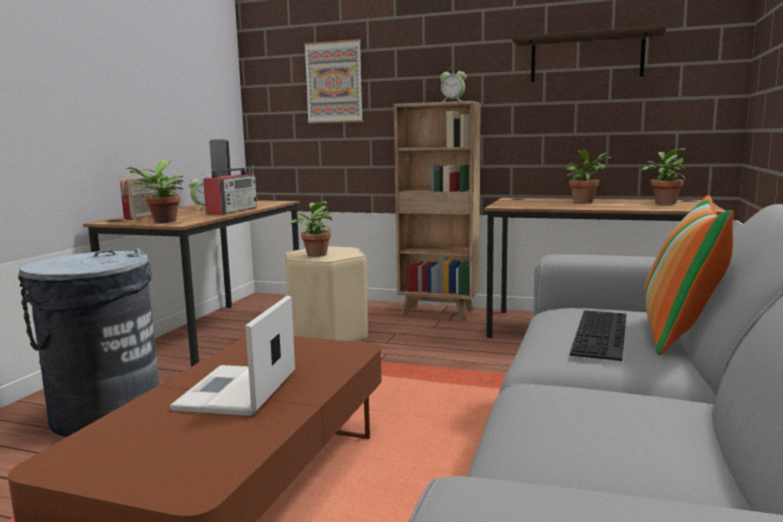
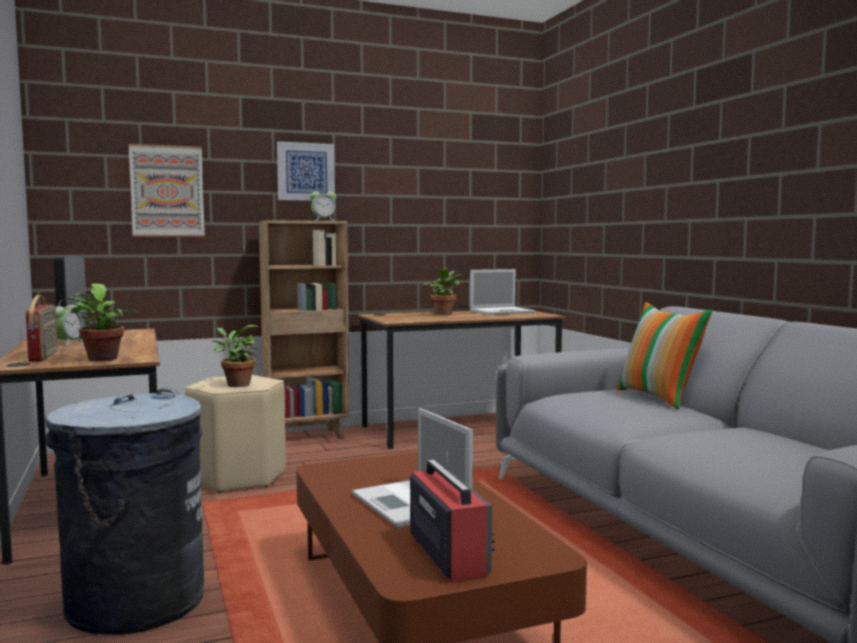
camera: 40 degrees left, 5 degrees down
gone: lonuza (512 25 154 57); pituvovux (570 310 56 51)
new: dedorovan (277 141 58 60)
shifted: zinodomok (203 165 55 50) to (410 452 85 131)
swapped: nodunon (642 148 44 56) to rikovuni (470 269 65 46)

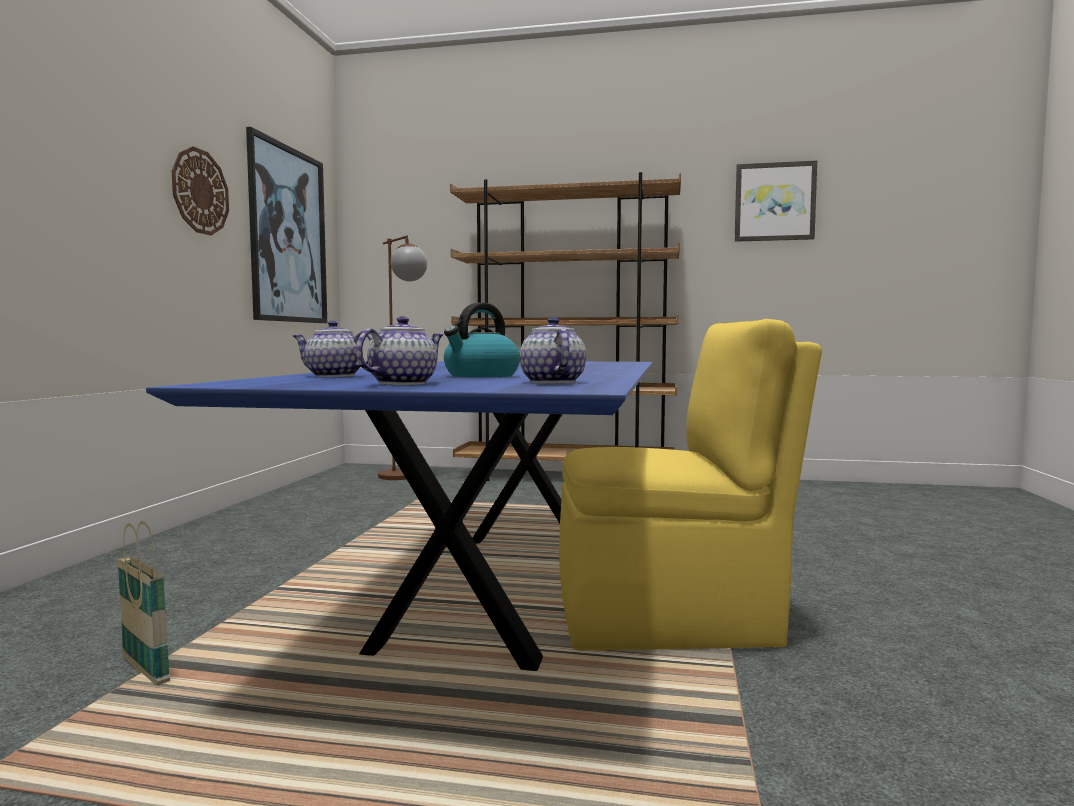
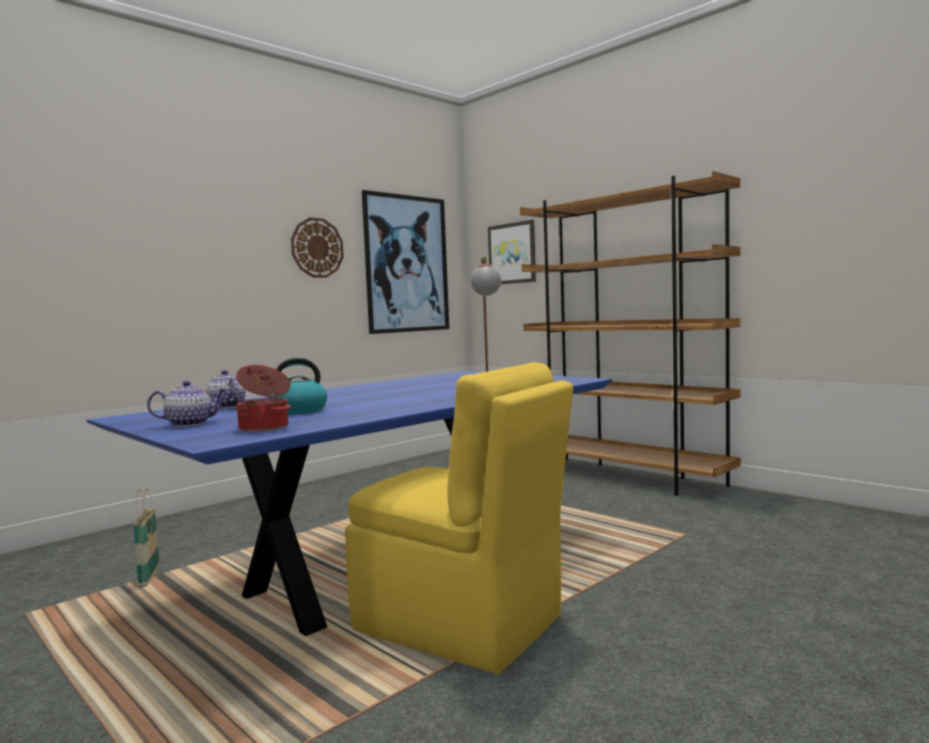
camera: 35 degrees right, 0 degrees up
shifted: dedorovan (735 160 82 82) to (488 220 48 64)
swapped: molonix (520 317 66 66) to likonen (236 365 55 67)

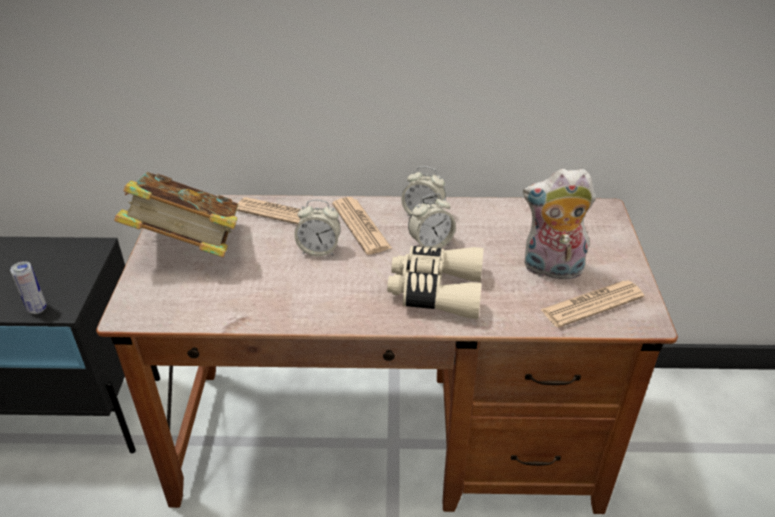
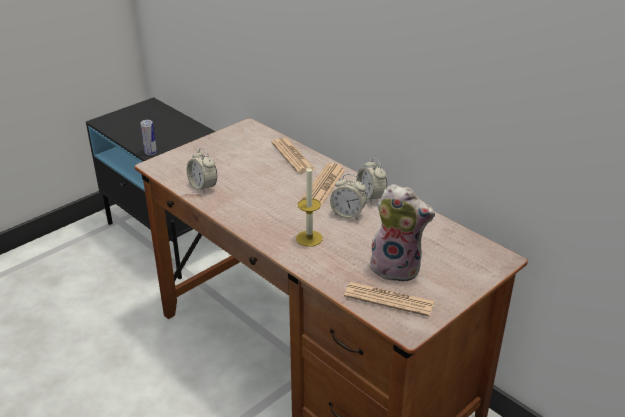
camera: 45 degrees right, 5 degrees down
gone: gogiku (114 172 124 85)
shifted: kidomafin (294 200 47 57) to (187 148 30 46)
swapped: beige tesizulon (387 246 96 73) to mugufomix (296 165 27 82)
rotated: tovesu (523 169 73 111) = (367 184 68 99) 150 degrees clockwise

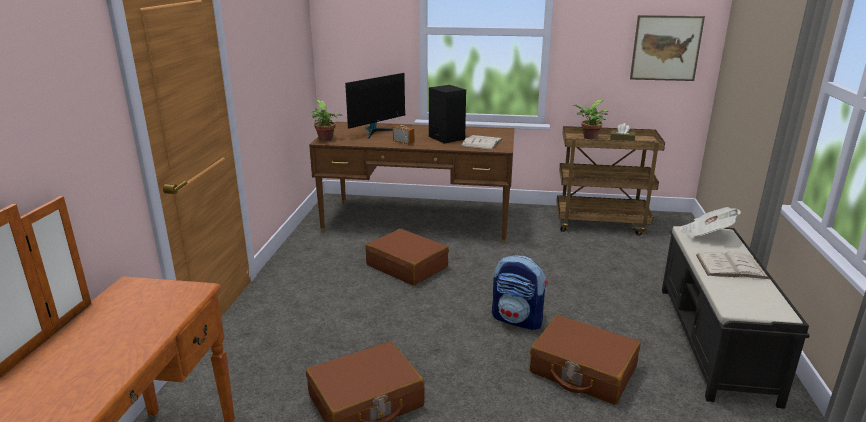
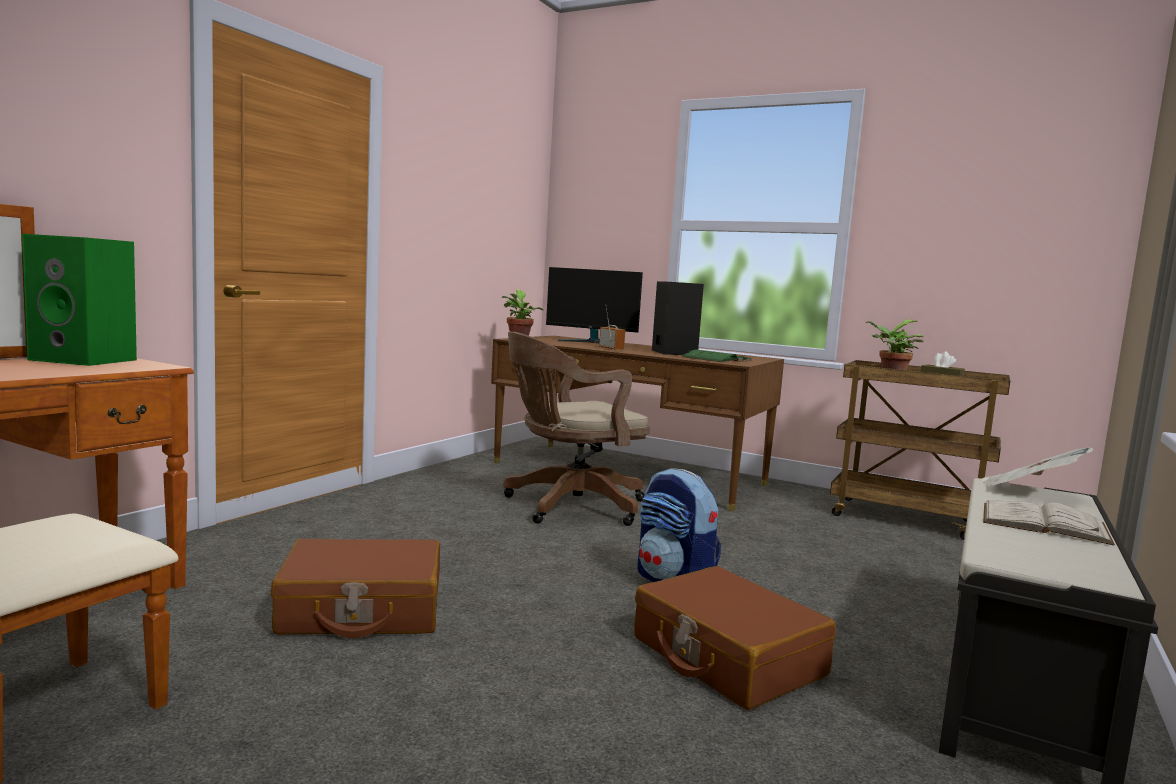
camera: 20 degrees right, 15 degrees down
gone: dedorovan (630 15 75 66)
new: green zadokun (22 234 115 132)
swapped: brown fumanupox (365 229 84 57) to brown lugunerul (503 332 147 194)
repainted: white gogiku (461 135 42 15) to green gogiku (682 349 70 13)
rotated: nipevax (345 73 60 66) = (546 267 97 77) 45 degrees clockwise

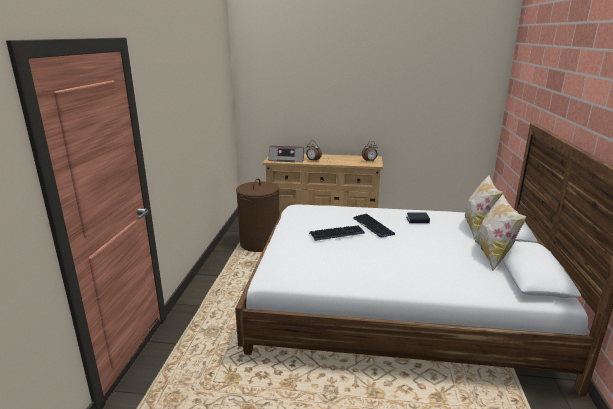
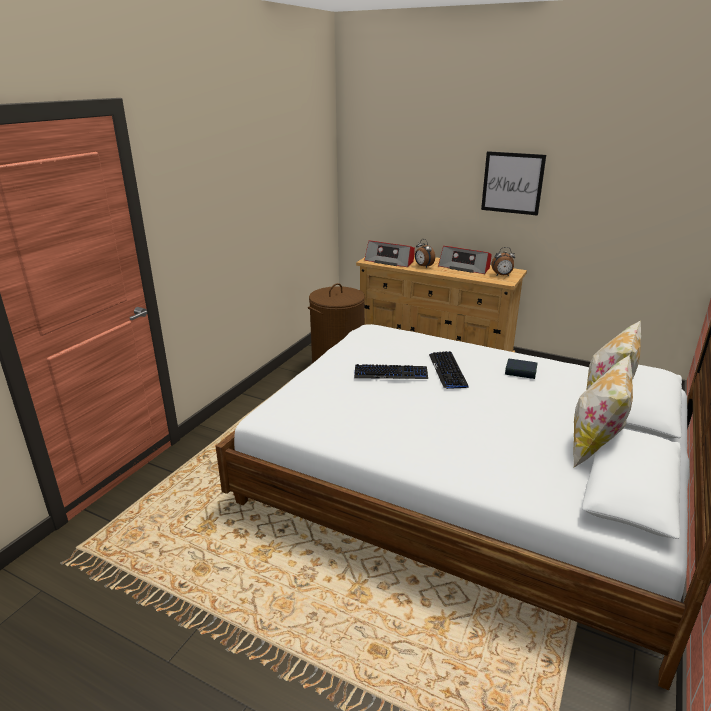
camera: 20 degrees right, 5 degrees up
new: zinodomok (438 246 54 28); dedorovan (481 151 65 65)

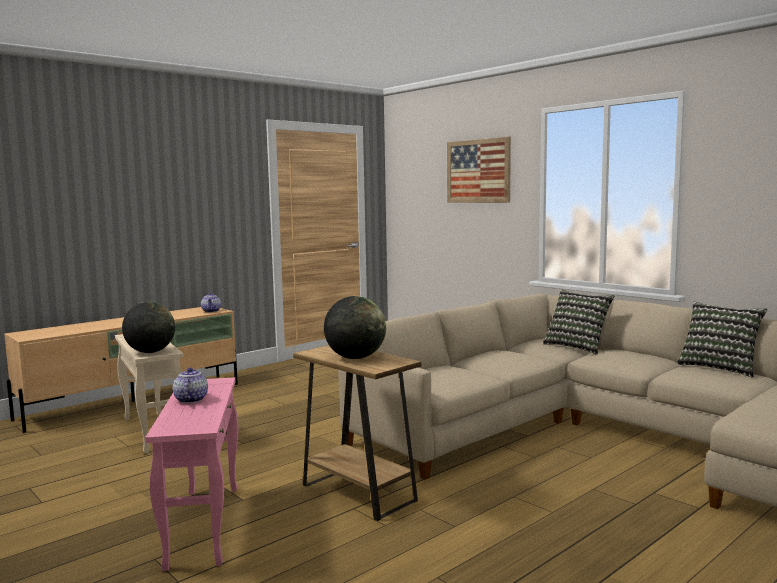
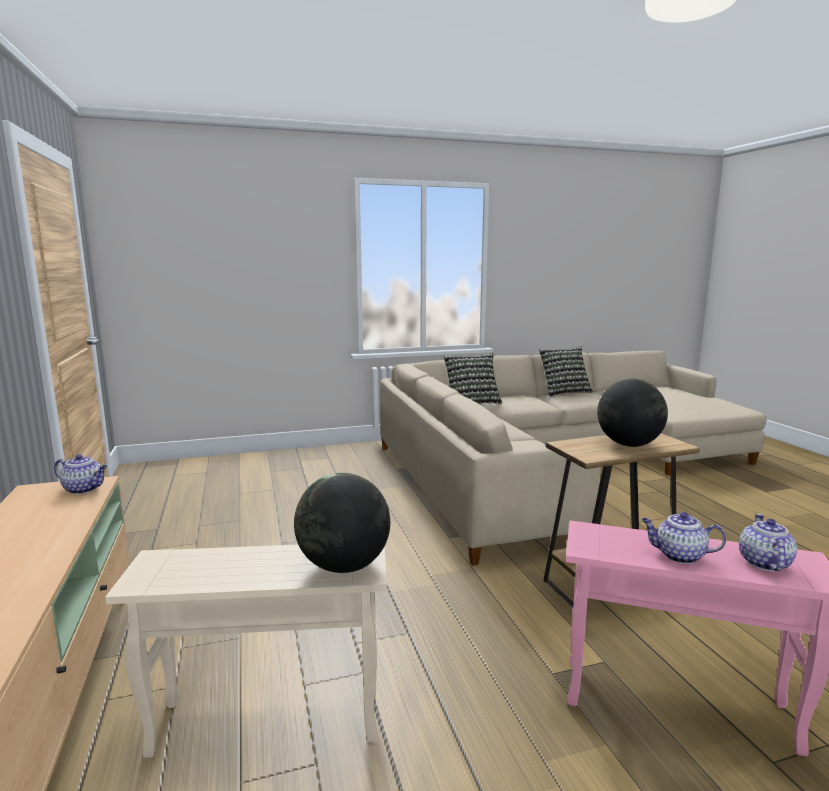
camera: 65 degrees left, 5 degrees up
gone: dedorovan (447 136 64 67)
new: molonix (739 514 58 57)

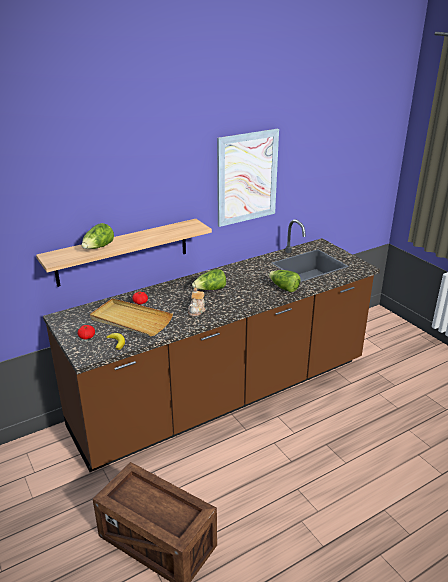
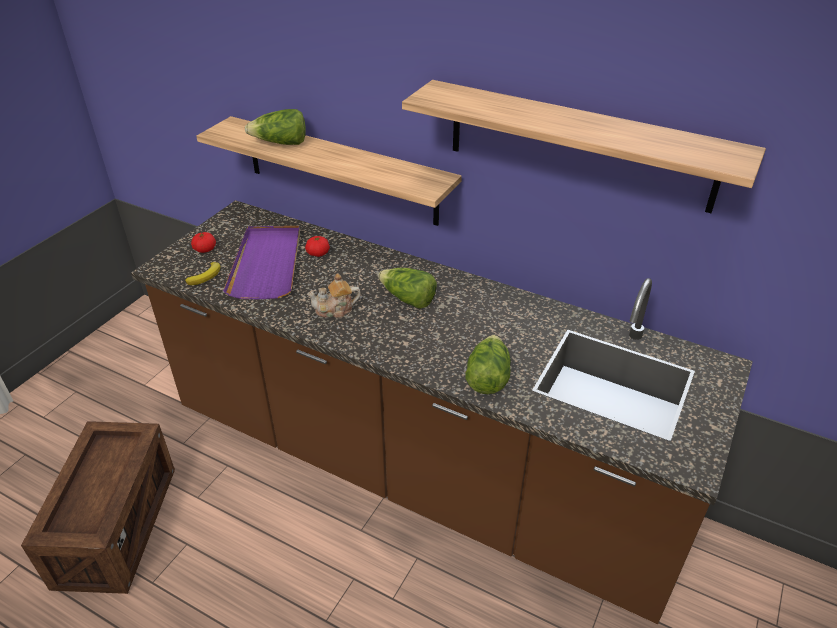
camera: 60 degrees right, 10 degrees up
swapped: dedorovan (217 129 62 98) to lonuza (402 80 364 133)
repainted: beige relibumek (90 298 83 38) to purple relibumek (223 226 77 73)

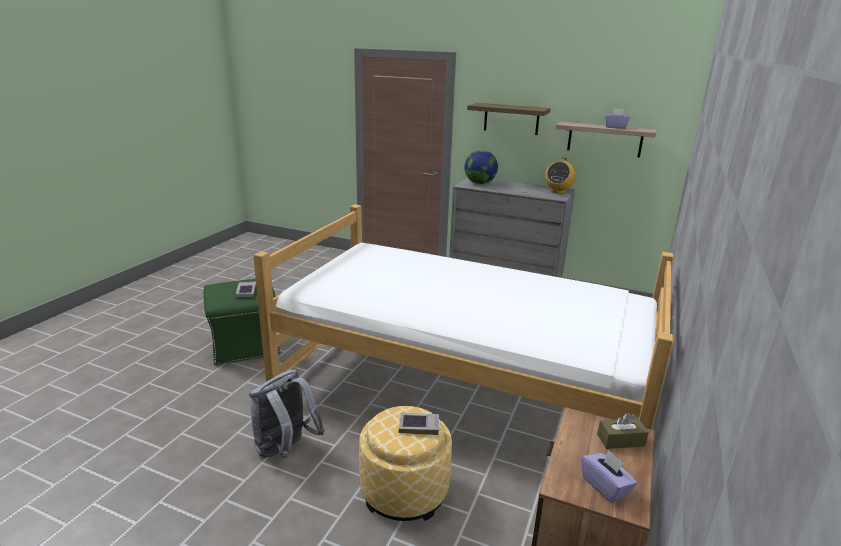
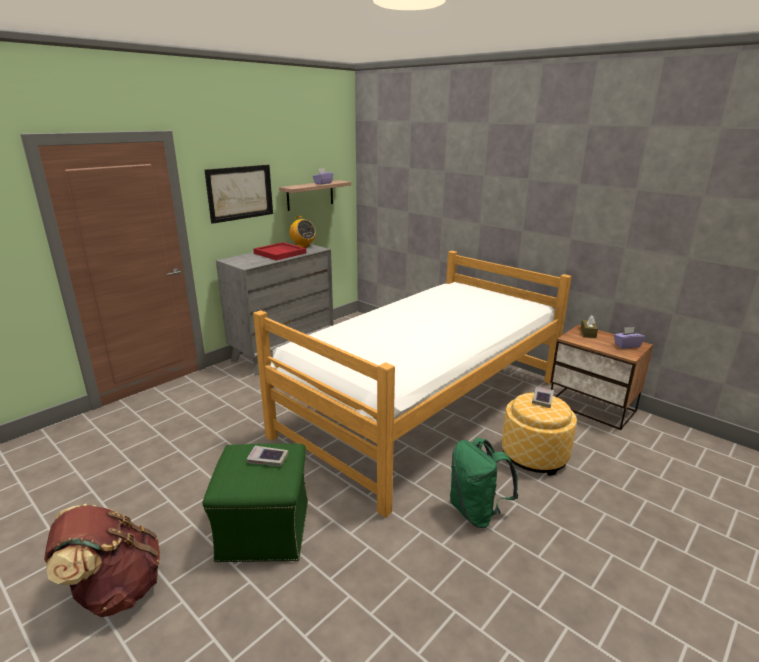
camera: 70 degrees left, 0 degrees up
gone: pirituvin (464 150 34 34)
new: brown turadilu (44 504 116 113); red relibumek (253 242 53 19)
swapped: lonuza (467 103 84 32) to dedorovan (204 165 69 59)
repainted: grey turadilu (249 369 76 90) to green turadilu (450 438 69 90)

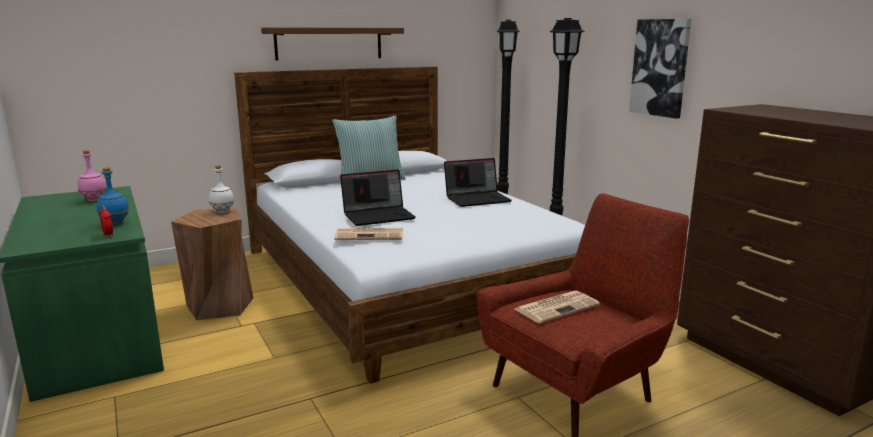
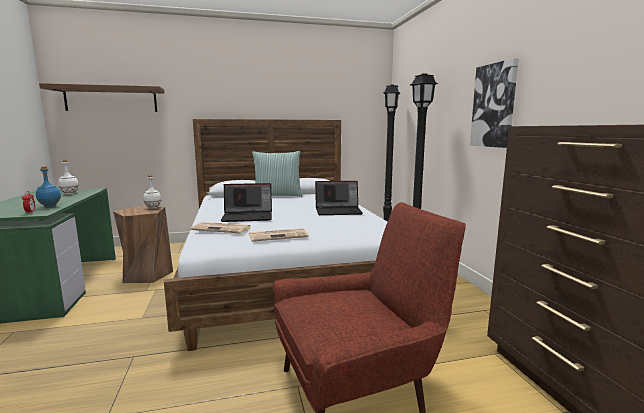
camera: 15 degrees right, 5 degrees down
shifted: brown lonuza (261 28 143 32) to (39 83 126 29); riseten (515 291 85 32) to (249 228 60 14)
repainted: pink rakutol (78 150 29 51) to white rakutol (58 160 21 34)

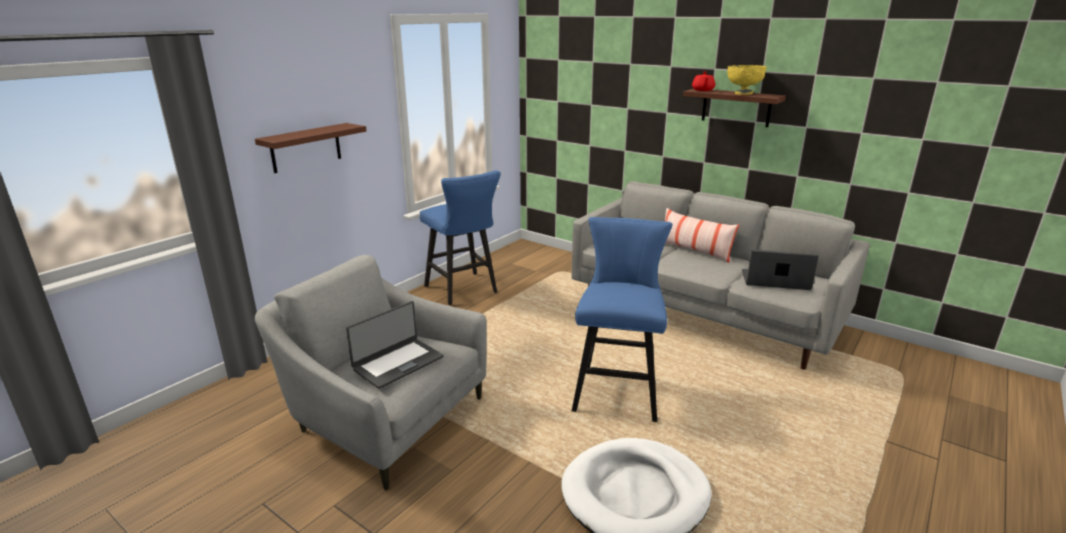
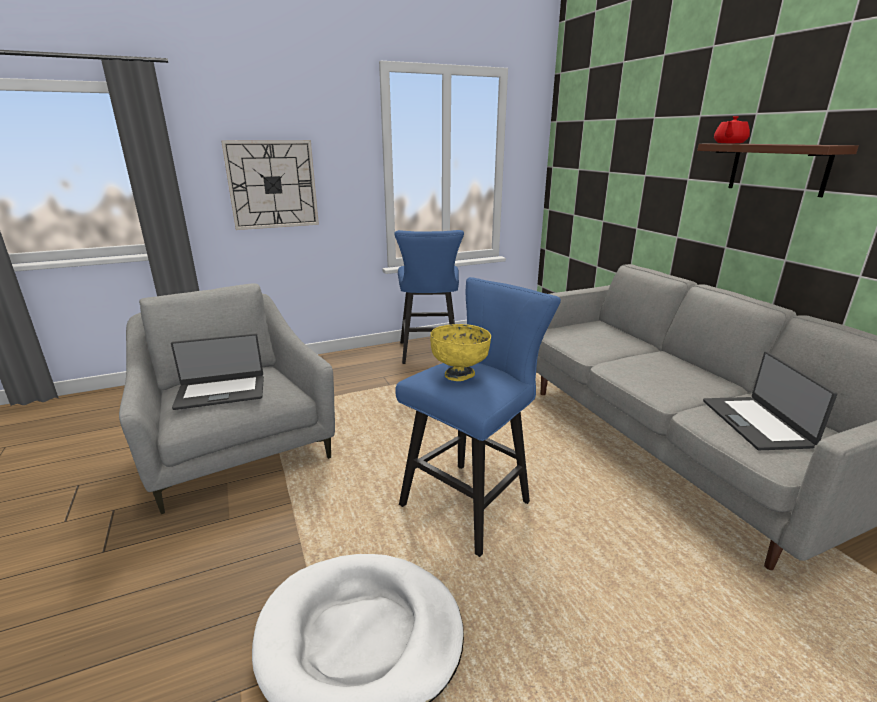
camera: 30 degrees right, 0 degrees up
gone: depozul (665 208 74 54)
shifted: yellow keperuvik (727 65 40 30) to (430 324 61 57)
swapped: brown lonuza (255 123 111 50) to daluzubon (221 140 98 90)
rotated: rikovuni (742 250 77 40) = (703 351 134 99) 135 degrees counterclockwise

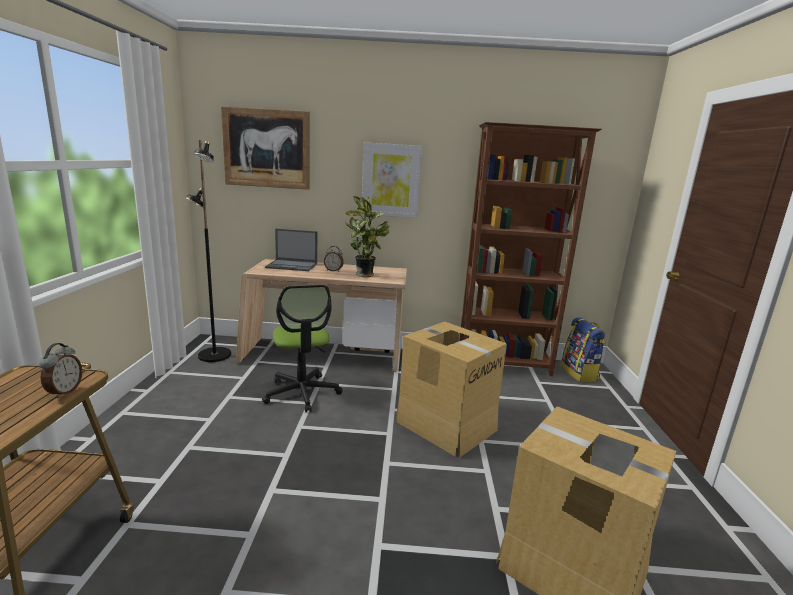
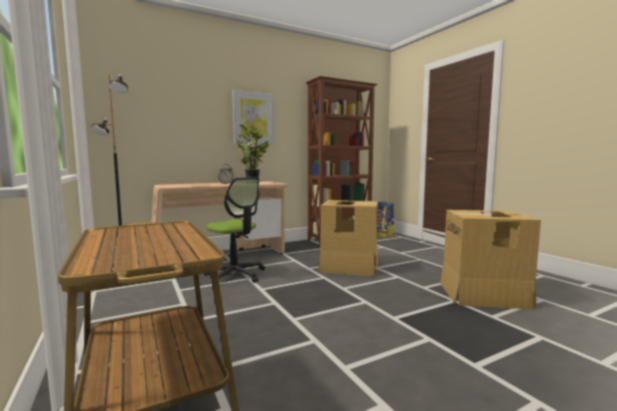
camera: 30 degrees left, 10 degrees down
gone: kidomafin (39 343 44 55); dedorovan (221 106 89 84); rikovuni (265 229 52 42)

